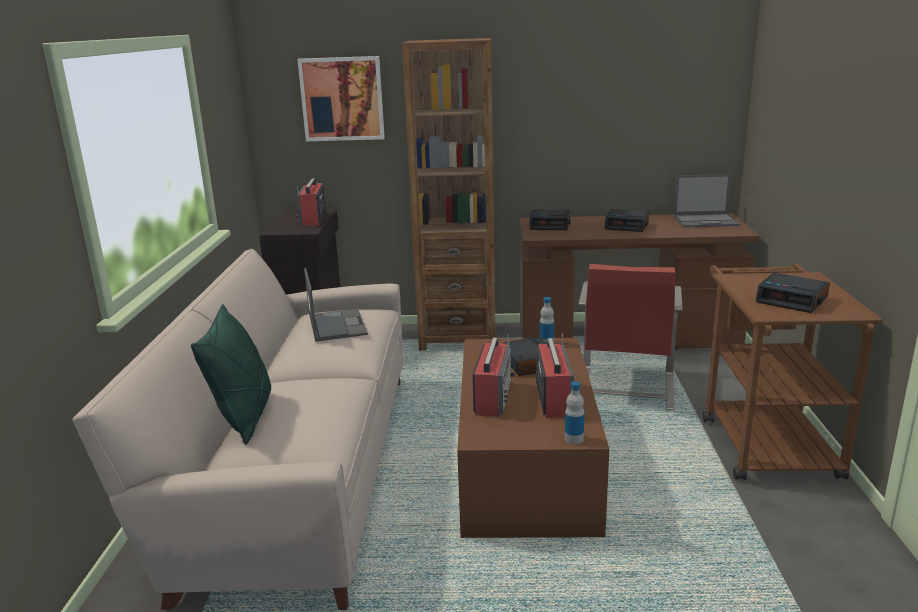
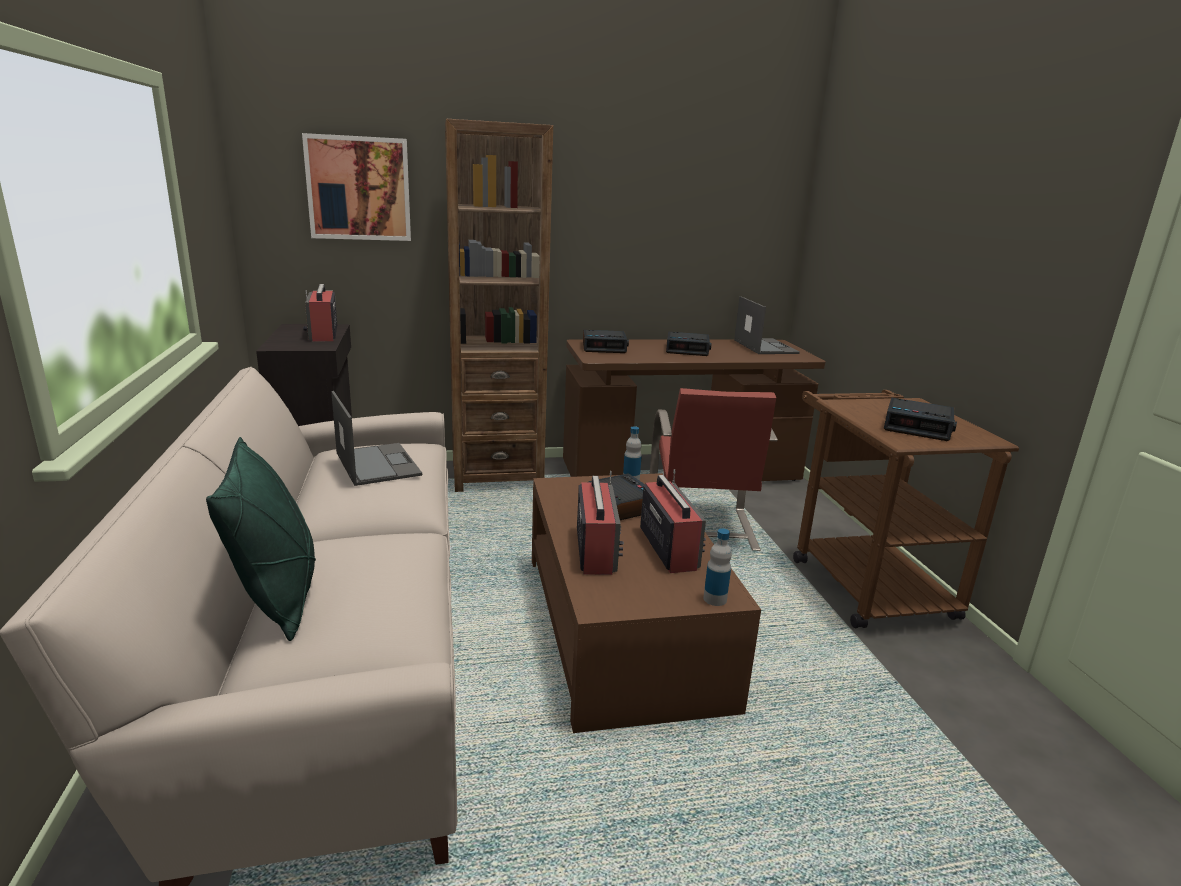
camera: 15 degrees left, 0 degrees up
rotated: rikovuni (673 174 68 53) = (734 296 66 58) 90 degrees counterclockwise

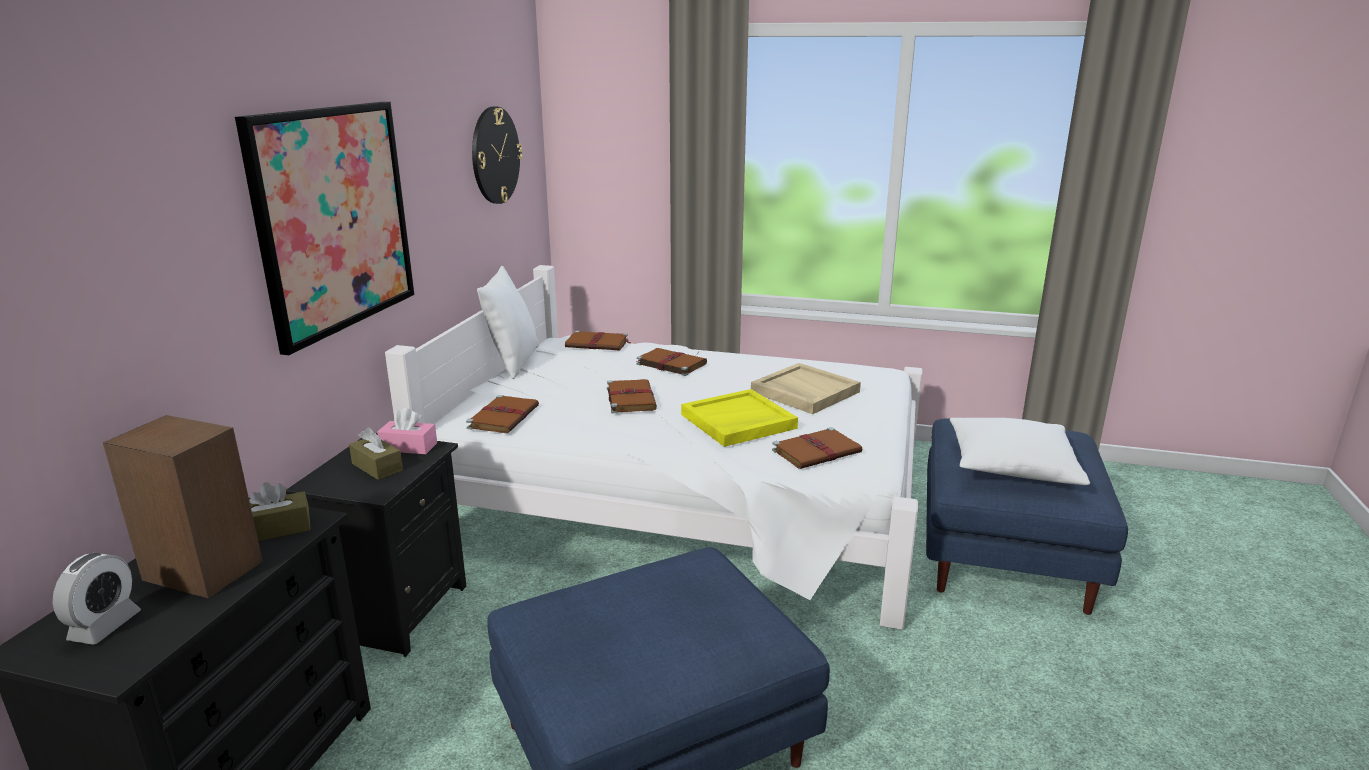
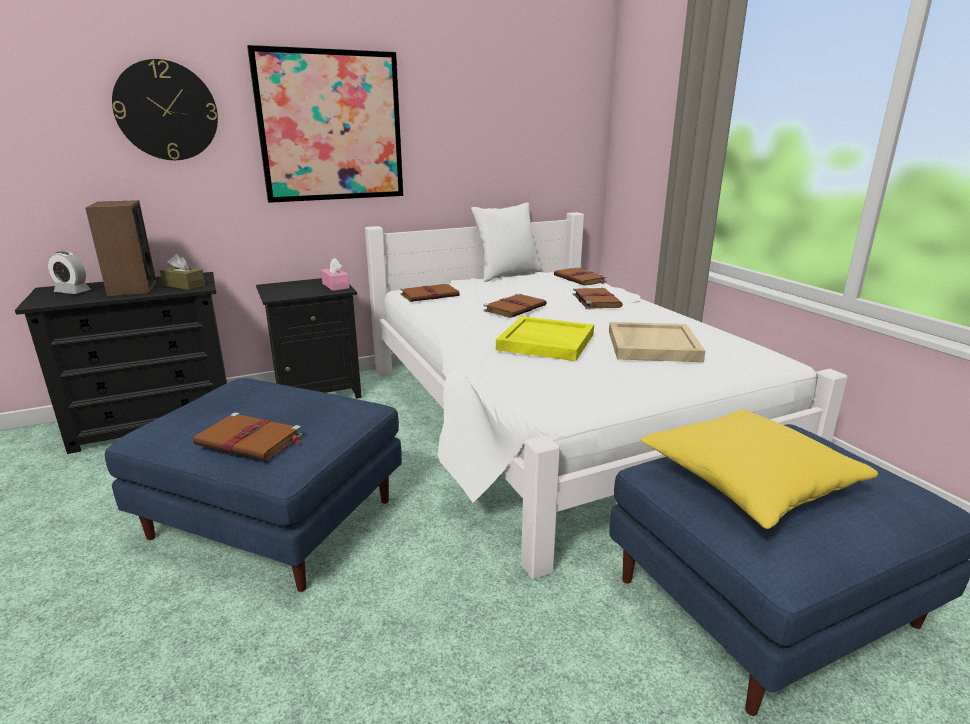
camera: 50 degrees right, 0 degrees up
gone: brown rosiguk (349 428 54 52)
shifted: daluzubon (472 107 51 97) to (112 59 106 101); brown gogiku (772 427 91 42) to (193 412 110 49)
repainted: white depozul (950 418 140 67) to yellow depozul (641 409 237 120)
rotated: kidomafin (53 553 88 92) = (48 251 43 43) 45 degrees clockwise

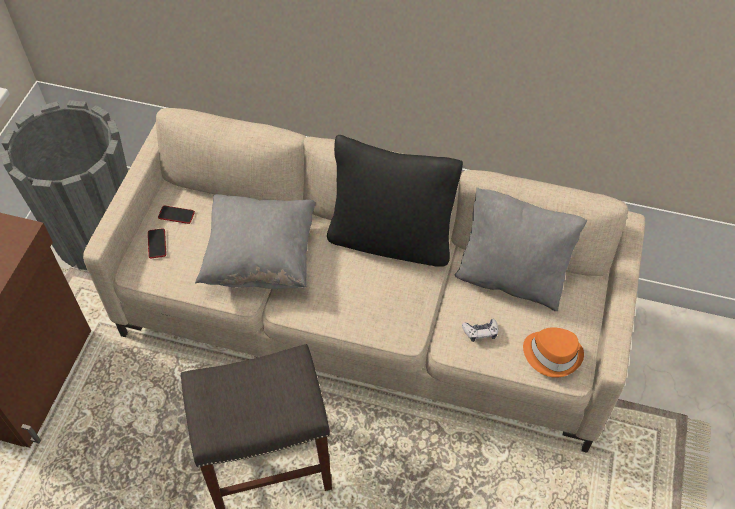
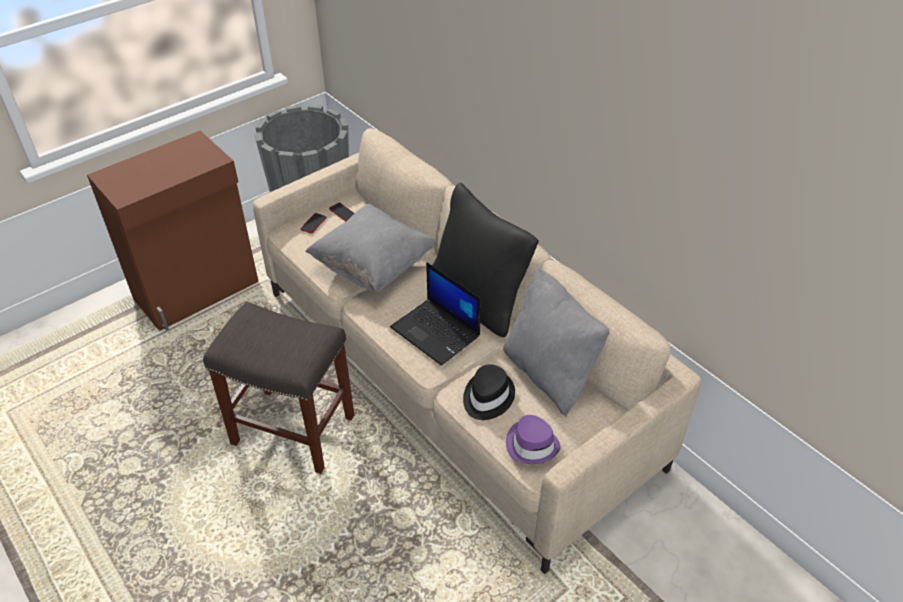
camera: 35 degrees right, 10 degrees down
new: rikovuni (390 262 91 104)
swapped: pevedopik (462 319 36 23) to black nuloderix (463 364 52 56)
repainted: orange nuloderix (523 327 61 51) to purple nuloderix (506 415 54 49)

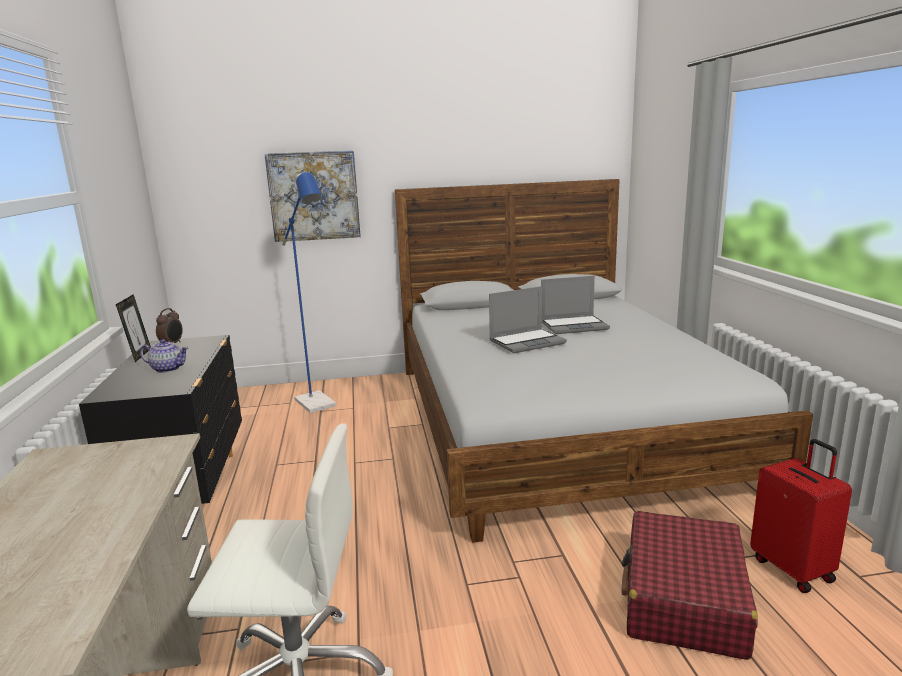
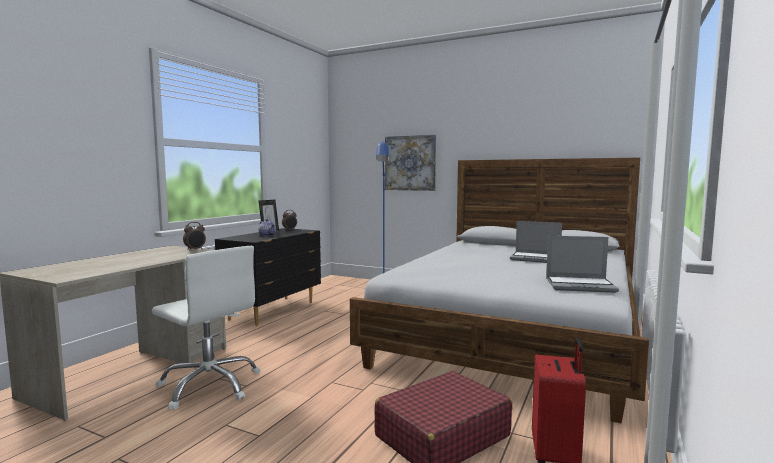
camera: 35 degrees right, 10 degrees down
new: kidomafin (183 222 23 29)
shifted: rikovuni (489 286 78 67) to (546 236 73 57)

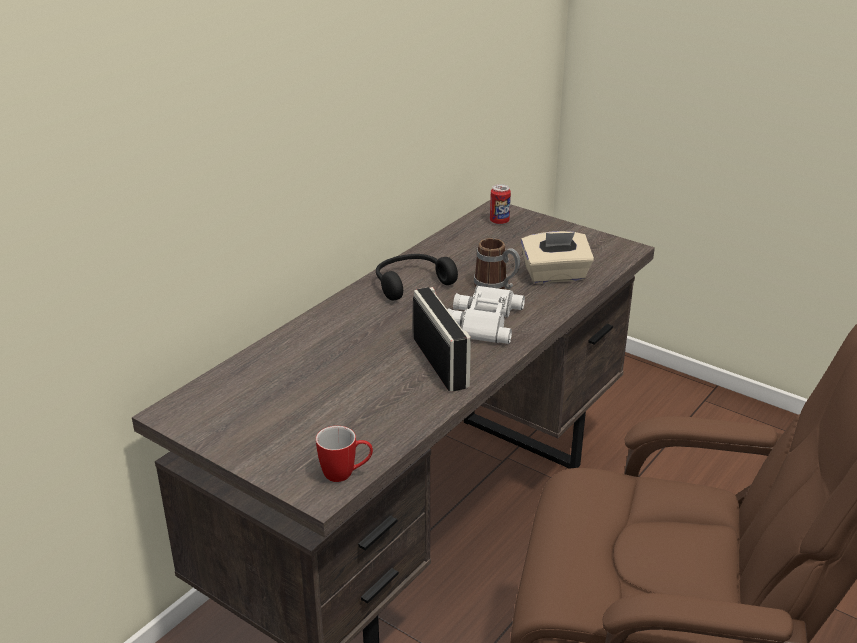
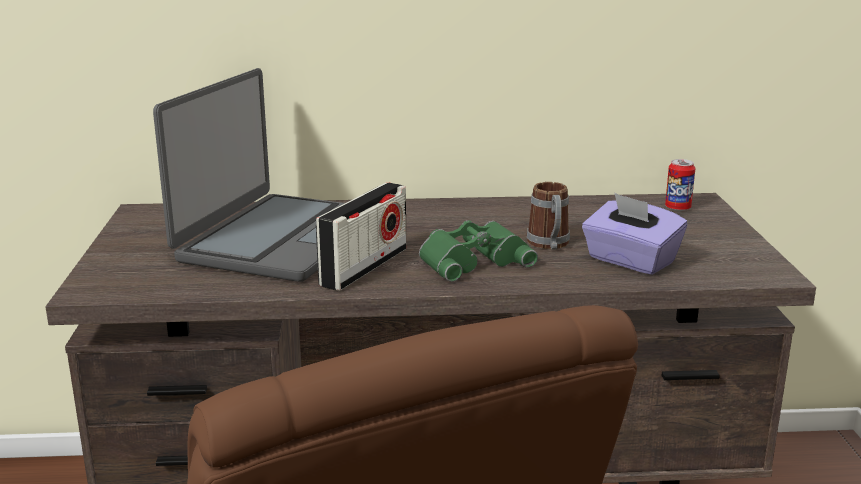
camera: 50 degrees right, 10 degrees down
gone: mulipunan (316 426 57 56); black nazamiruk (376 254 82 46)
new: rikovuni (153 68 192 214)
repainted: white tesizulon (448 286 77 58) to green tesizulon (419 220 119 62); beige rosiguk (521 231 73 52) to purple rosiguk (582 193 105 82)

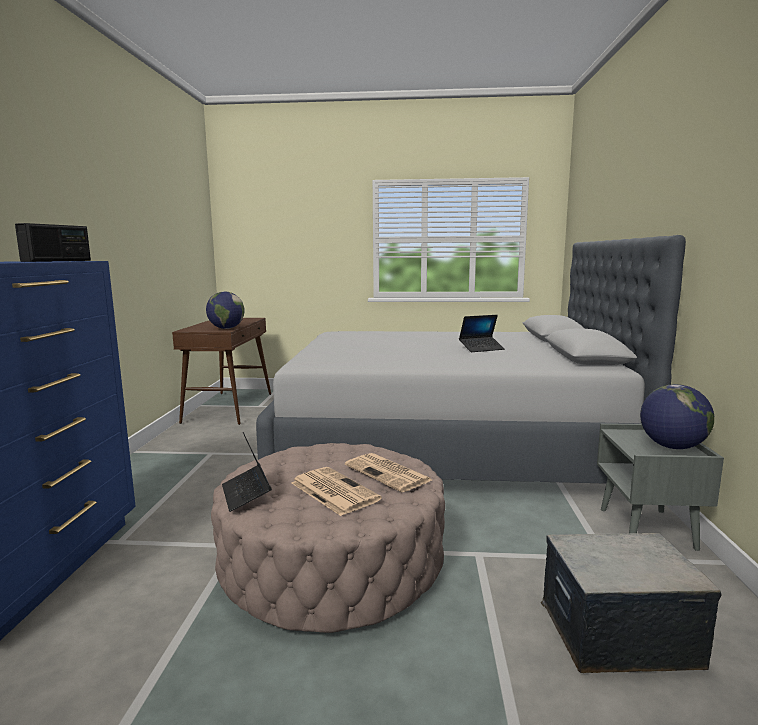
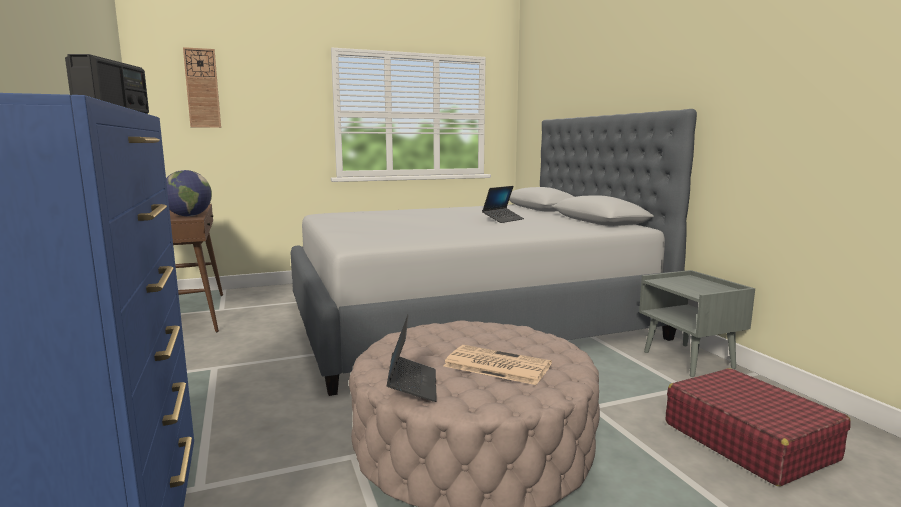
camera: 25 degrees left, 0 degrees up
gone: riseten (345 453 87 39); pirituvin (640 384 74 65)
new: daluzubon (183 47 38 81)
swapped: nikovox (541 533 181 140) to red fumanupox (666 368 185 118)
rotated: rikovuni (222 432 50 80) = (387 314 50 88) 135 degrees counterclockwise

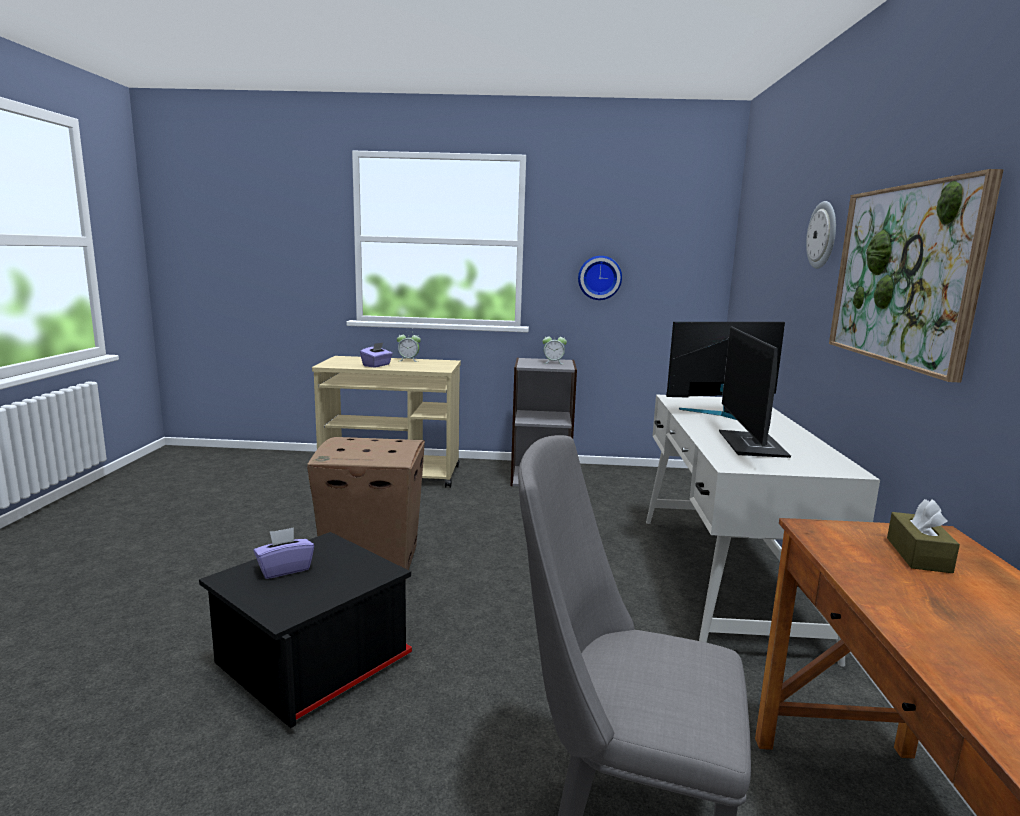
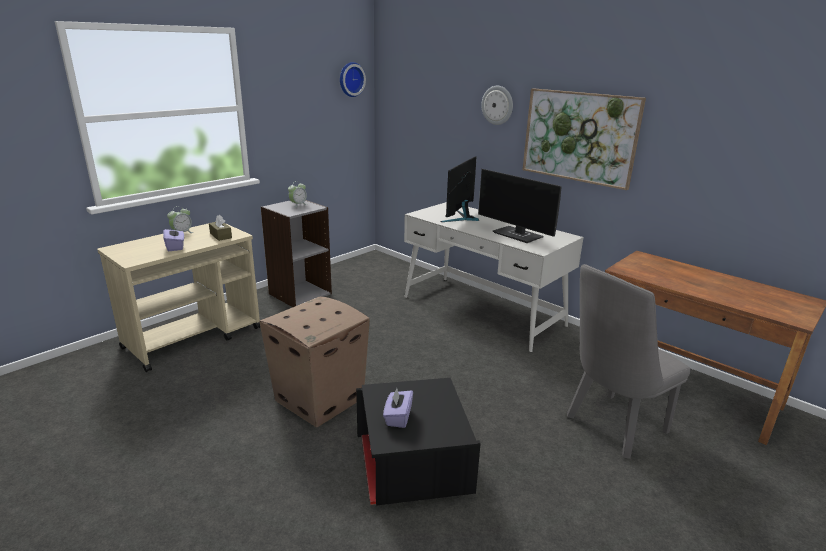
camera: 50 degrees left, 10 degrees up
shifted: brown rosiguk (887 499 73 74) to (209 215 23 26); daluzubon (578 256 44 44) to (340 62 26 35)

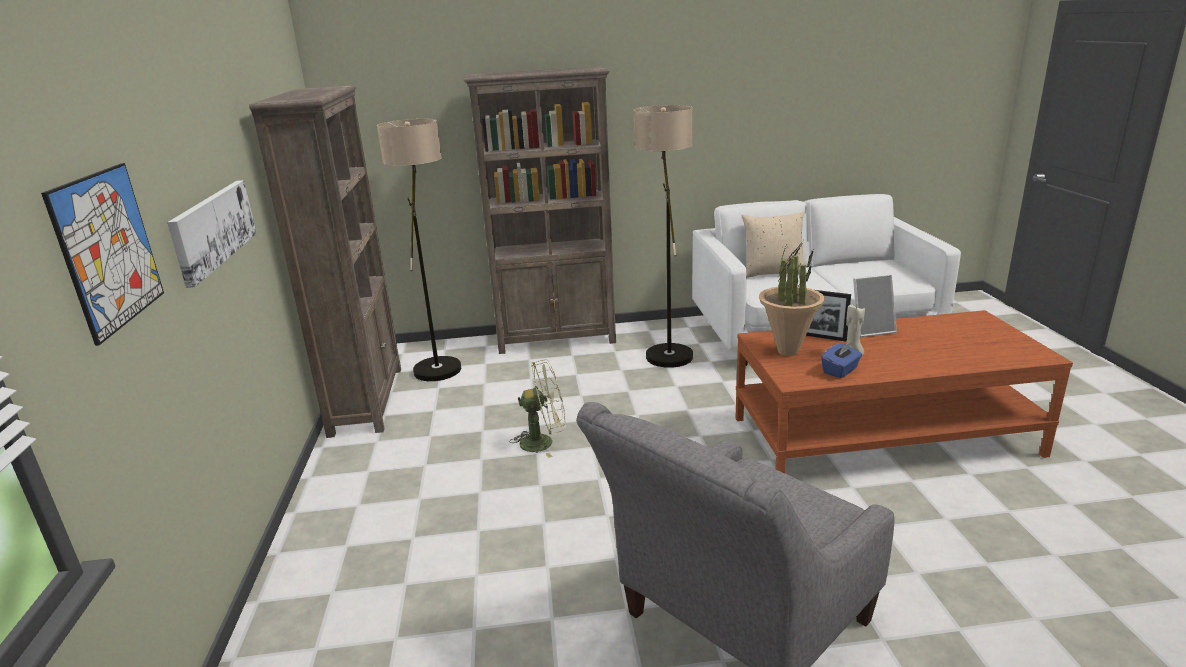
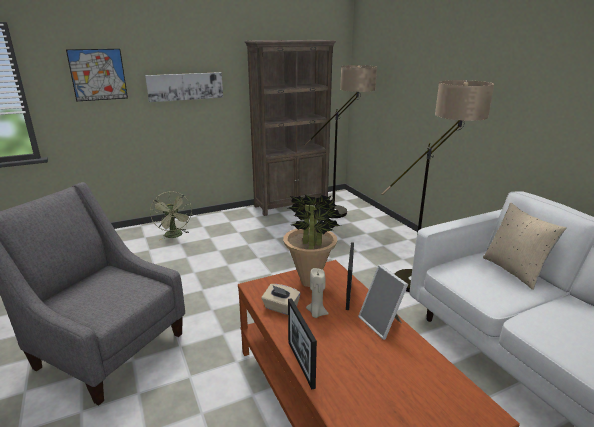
camera: 70 degrees right, 0 degrees up
gone: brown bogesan (464 66 152 288)
new: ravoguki (288 298 29 91)
shifted: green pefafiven (510 359 55 99) to (150 191 42 49)
repainted: blue rosiguk (821 342 41 36) to beige rosiguk (261 284 39 31)

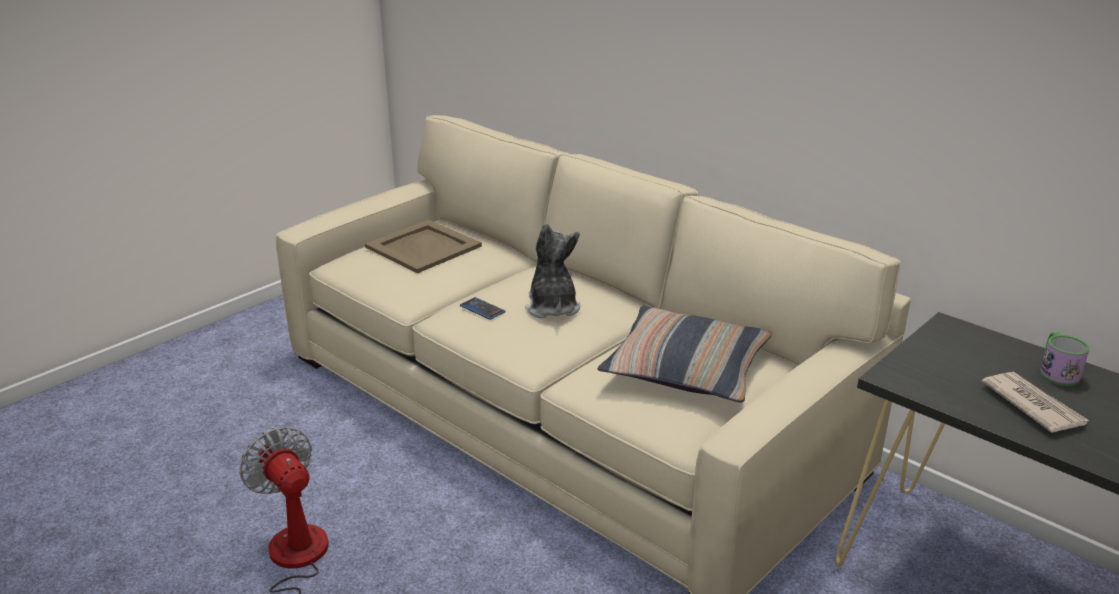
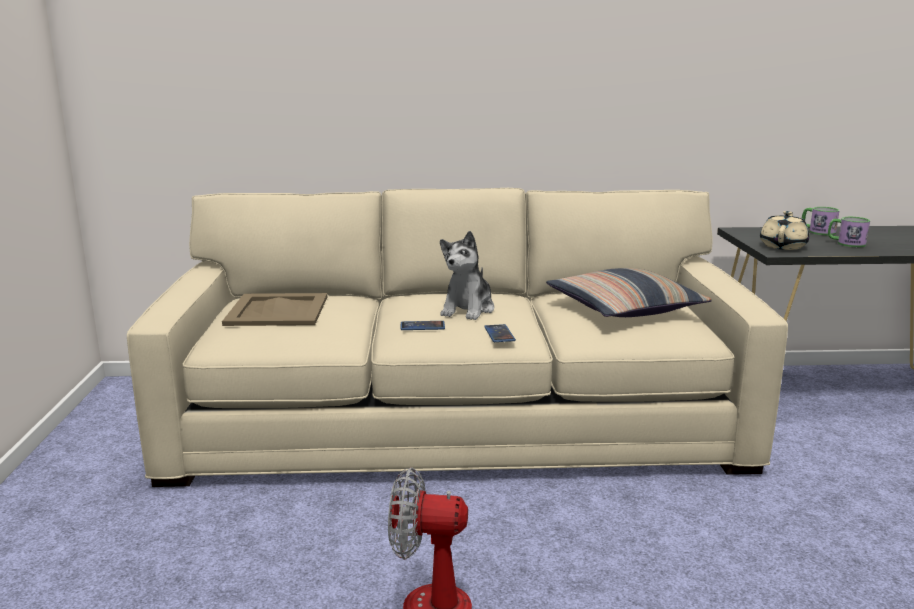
camera: 45 degrees left, 10 degrees down
new: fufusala (484 324 32 18); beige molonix (760 211 49 39)
swapped: riseten (982 372 107 61) to mulipunan (828 217 42 30)
rotated: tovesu (525 223 55 95) = (440 231 54 89) 105 degrees counterclockwise

